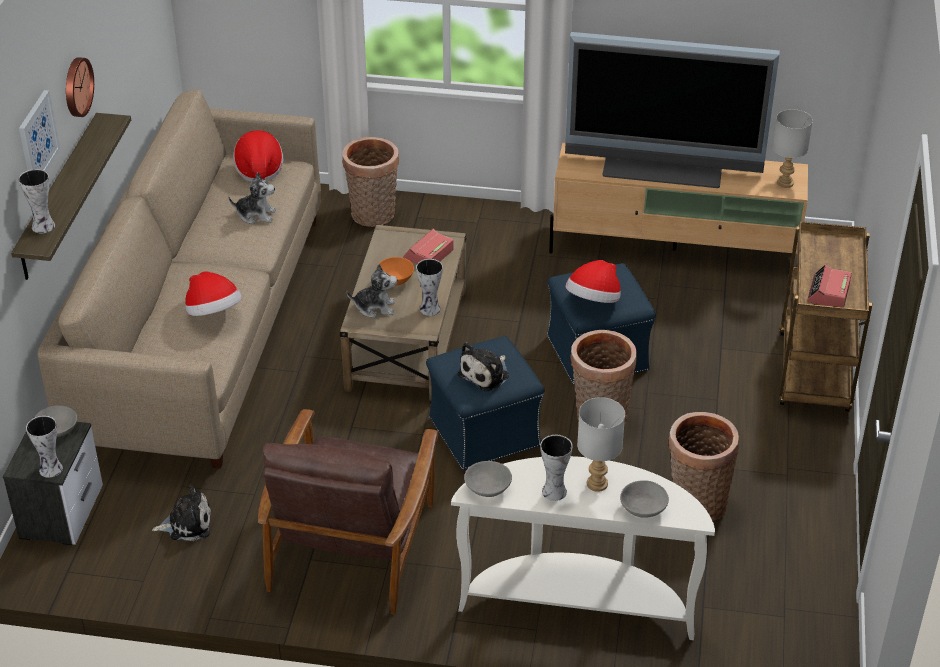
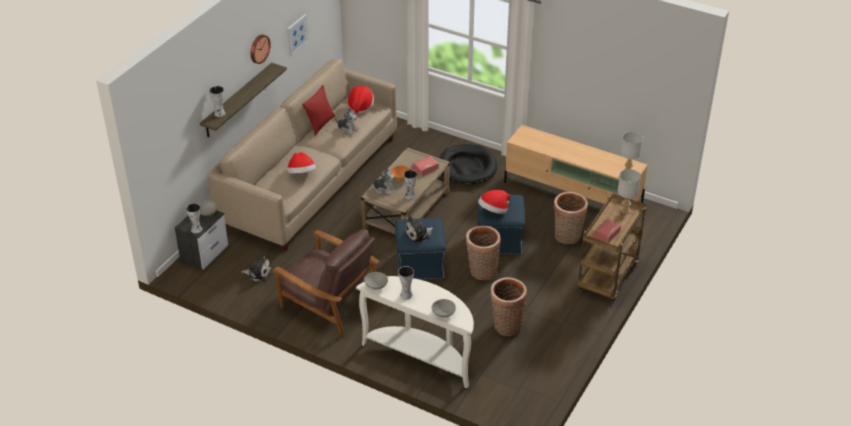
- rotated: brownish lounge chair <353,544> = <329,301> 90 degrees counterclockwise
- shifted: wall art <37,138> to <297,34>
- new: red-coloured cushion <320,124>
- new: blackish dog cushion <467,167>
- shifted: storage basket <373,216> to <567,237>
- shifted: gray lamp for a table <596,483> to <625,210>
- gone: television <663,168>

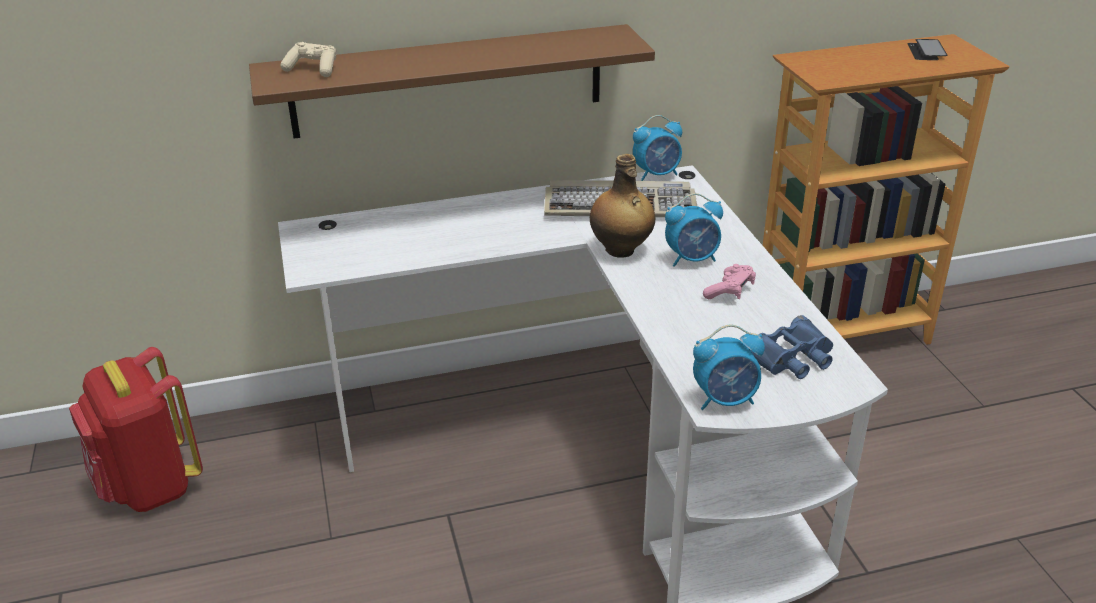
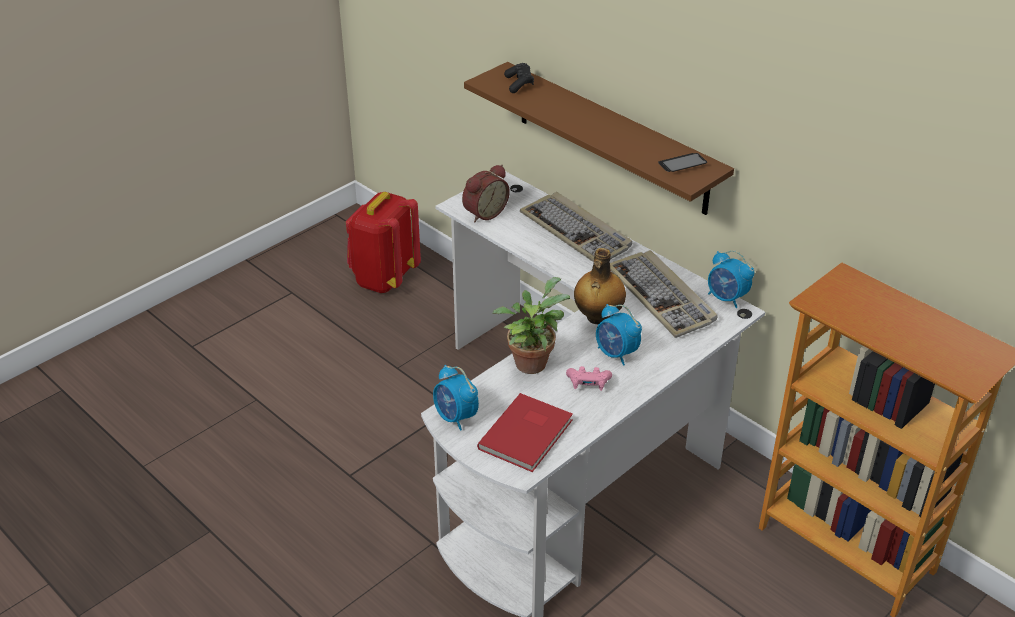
- new: table clock <484,213>
- swapped: blue field glasses <791,357> to red-coloured volume <528,434>
- new: potted plant <531,361>
- repainted: sand-coloured game controller <313,69> to blackish game controller <519,84>
- new: computer keyboard <577,232>
- shifted: telephone <926,51> to <682,164>

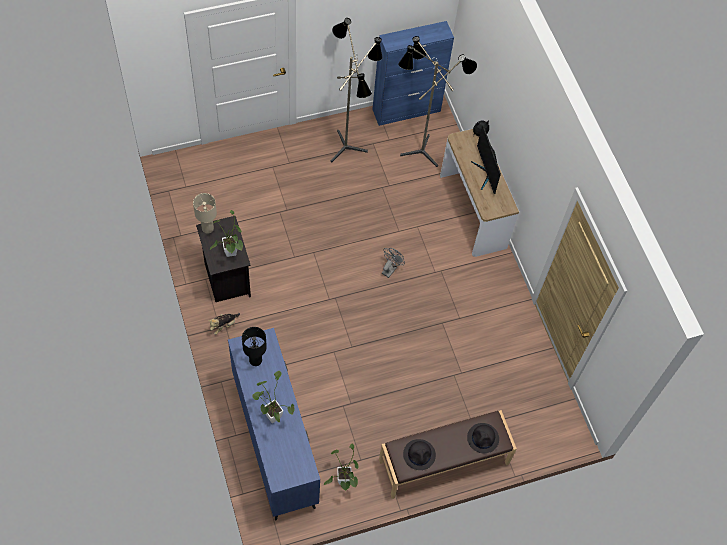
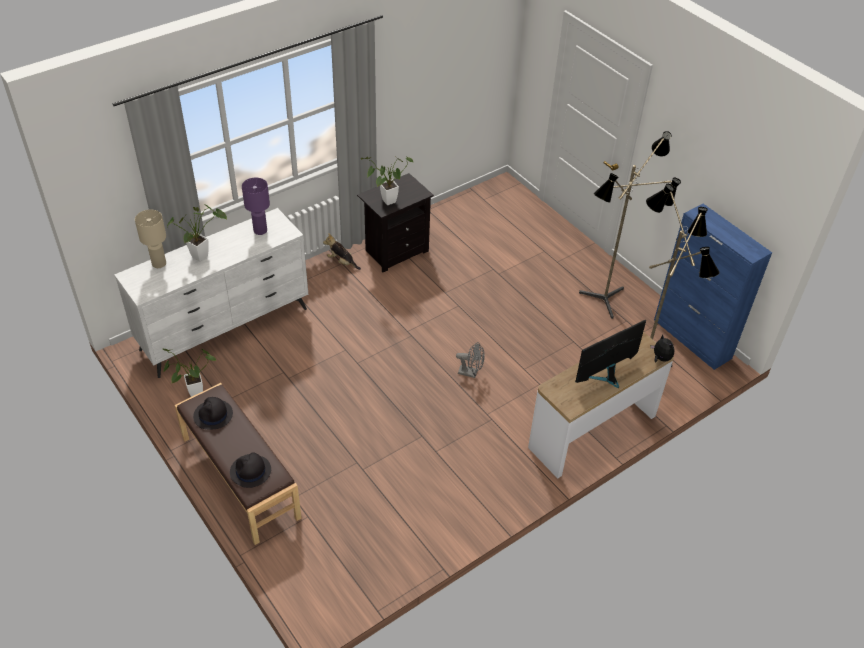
- repainted: blue chest of drawers <275,441> to white-coloured chest of drawers <225,329>
- shifted: sand-coloured lamp for a table <208,228> to <159,264>
- repainted: blackish lamp for a table <256,360> to purplish lamp for a table <260,231>

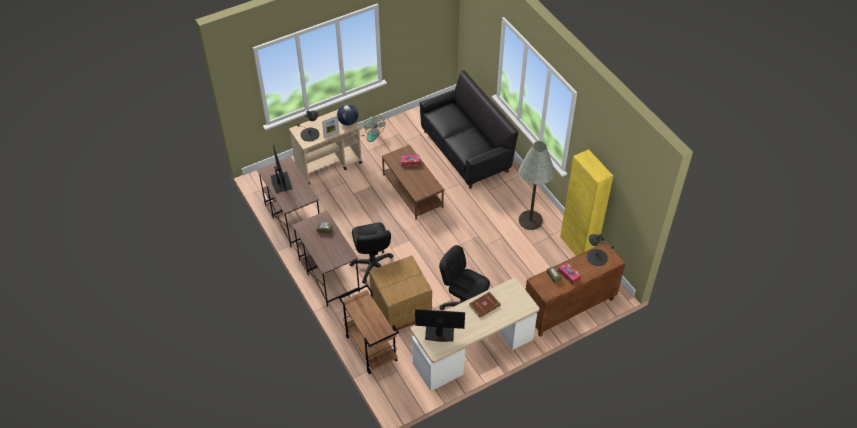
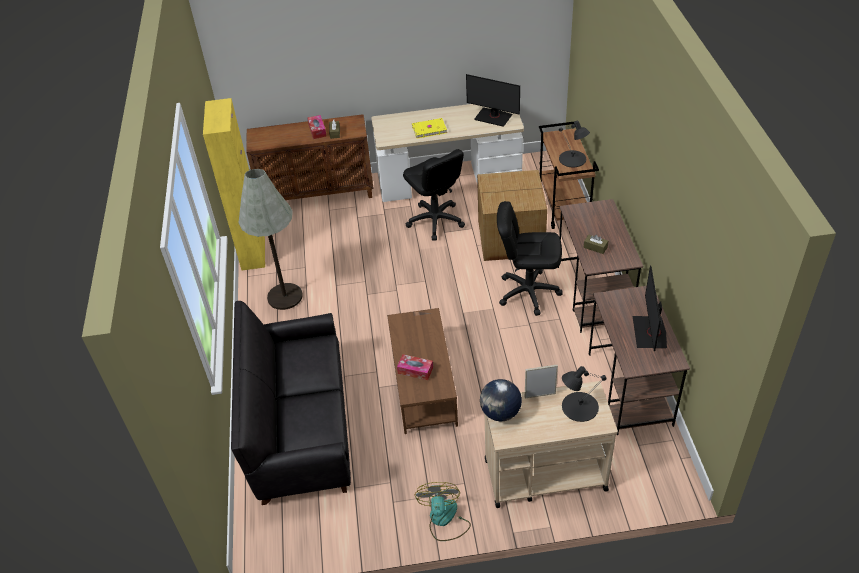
- repainted: brownish volume <485,306> to yellow volume <429,129>
- rotated: blackish office chair <372,266> = <528,292> 90 degrees counterclockwise
- shifted: blackish lamp for a table <596,257> to <572,159>

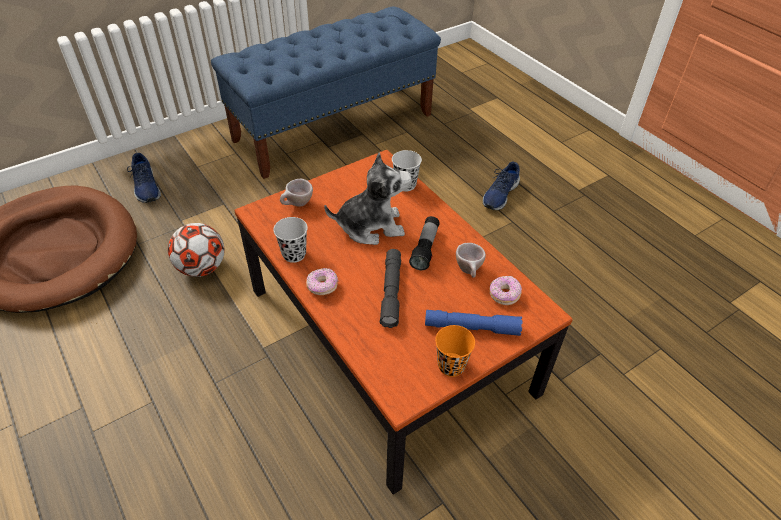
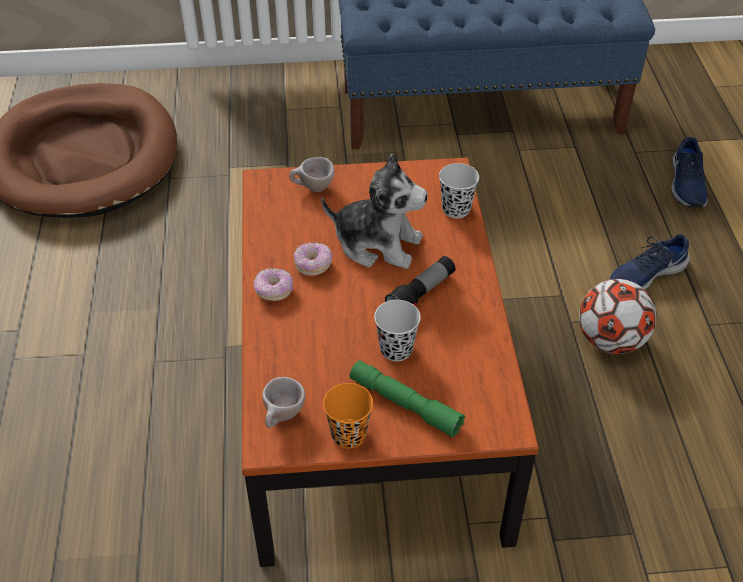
- shifted: sand-coloured small cup <469,271> to <282,418>
- shifted: doughnut <504,295> to <313,265>
- repainted: blue flashlight <471,327> to green-coloured flashlight <405,404>
- shifted: blackish small cup <294,254> to <396,349>
- shifted: football ball <202,268> to <611,340>
- shifted: blue low shoe <146,187> to <686,184>
- gone: gray flashlight <391,292>

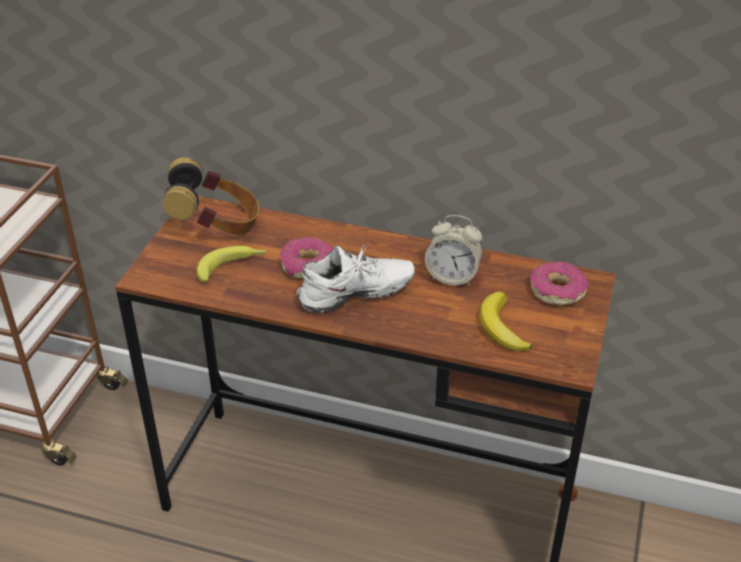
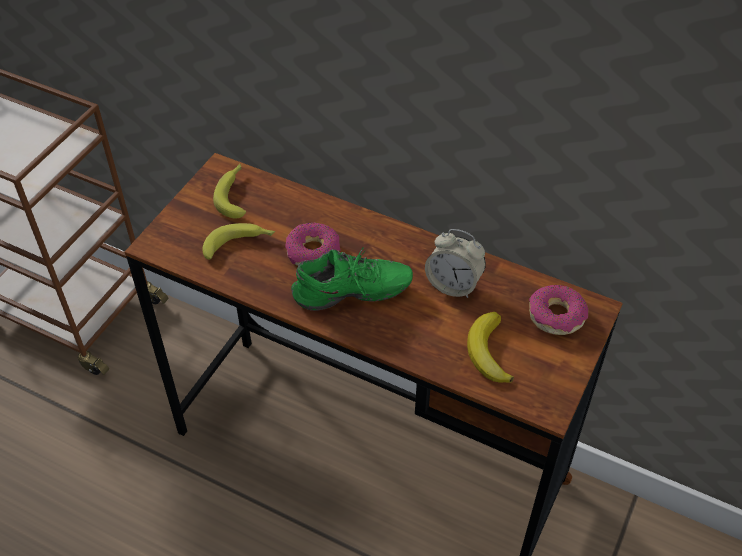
- swapped: pair of headphones <216,226> to banana <234,194>
- repainted: white-coloured low shoe <357,298> to green-coloured low shoe <352,297>

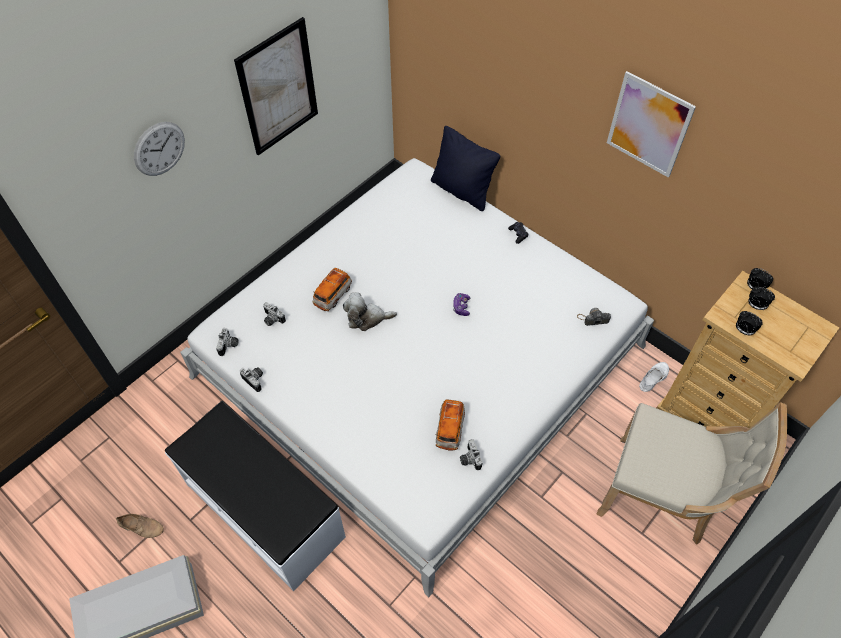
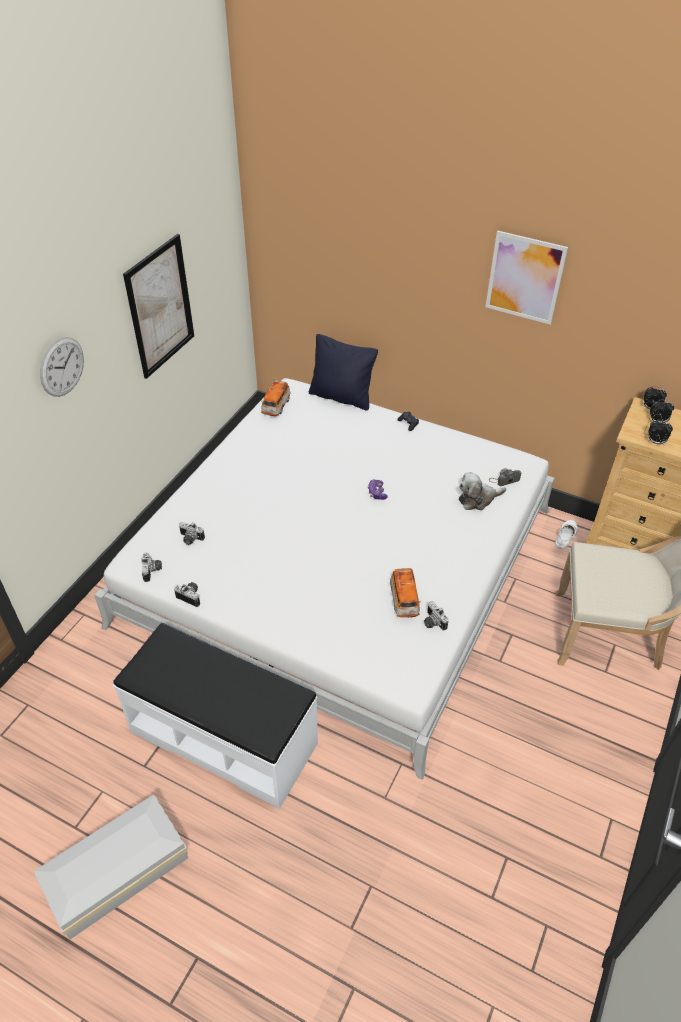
- shifted: model car <333,295> to <276,406>
- shifted: soft toy <367,318> to <478,499>
- gone: sand-coloured low shoe <142,526>

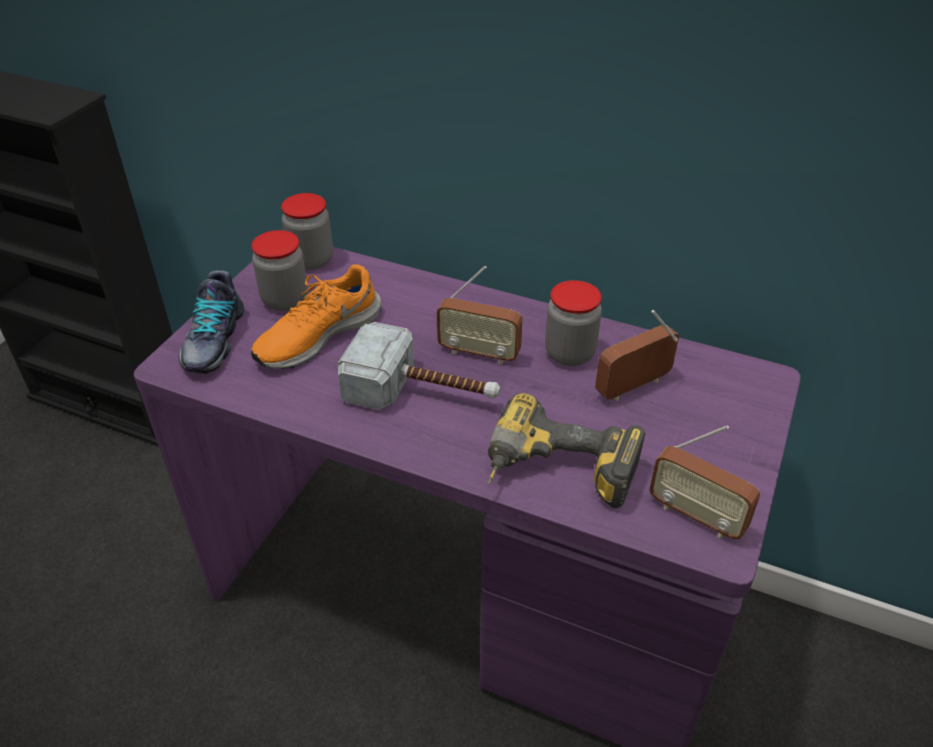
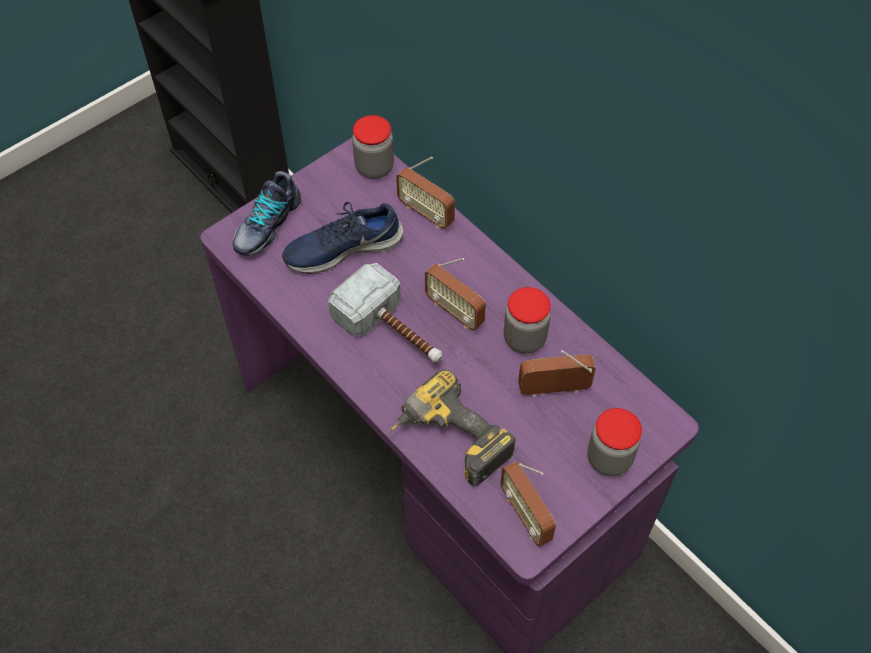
- repainted: orange low shoe <317,335> to blue low shoe <342,248>
- new: radio <426,213>
- shifted: jar <285,300> to <609,458>

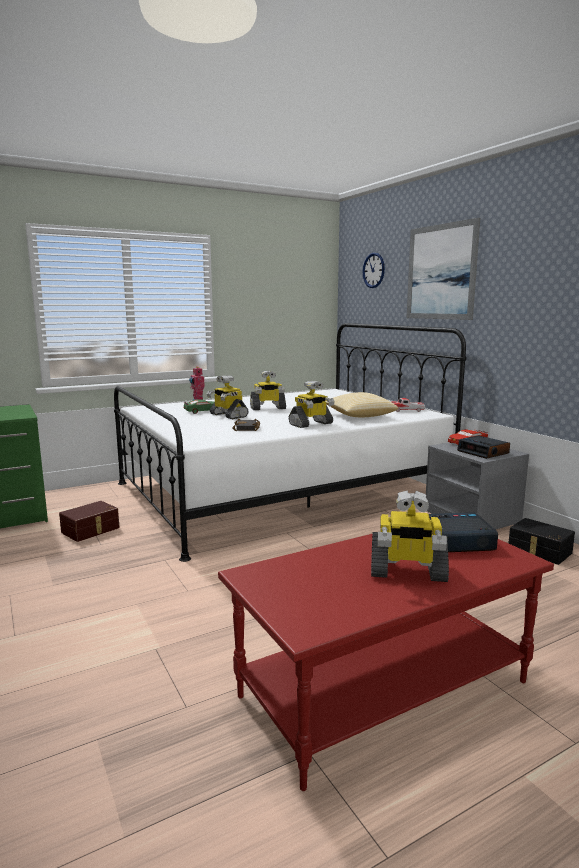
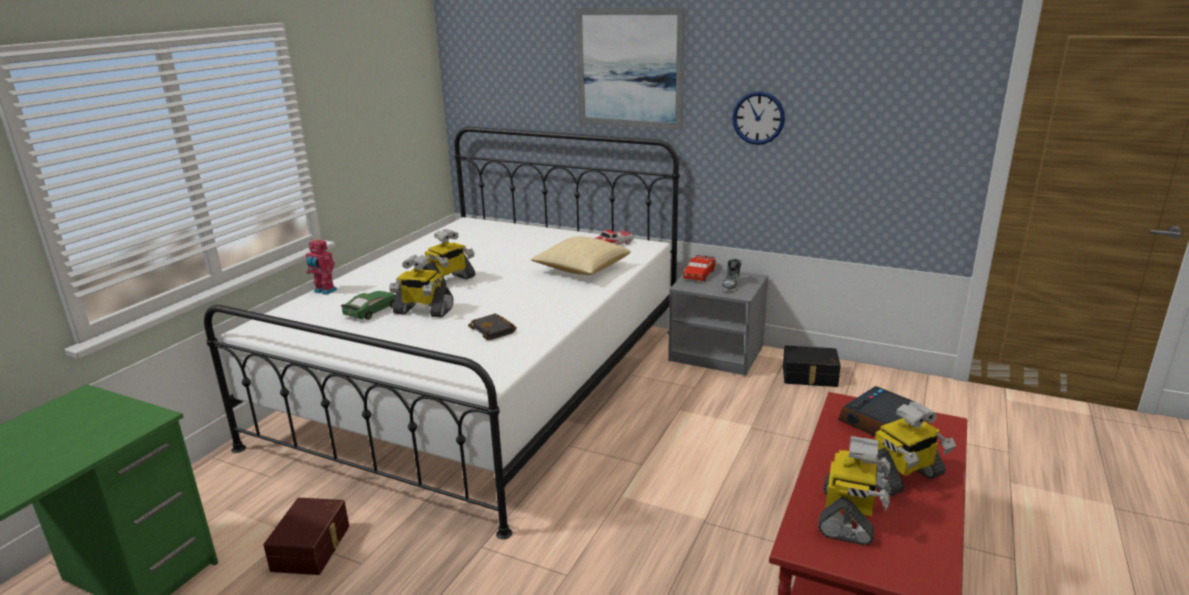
- swapped: table clock <483,452> to low shoe <731,285>
- shifted: wall clock <373,270> to <758,118>
- shifted: model robot <311,424> to <848,517>

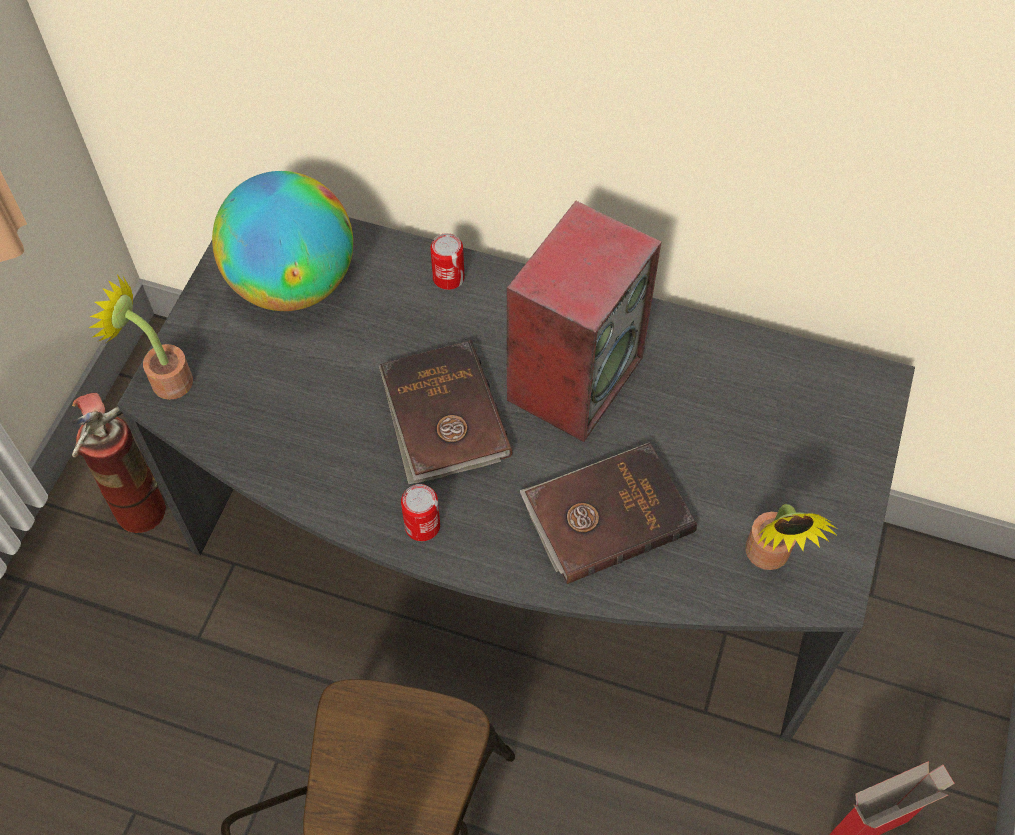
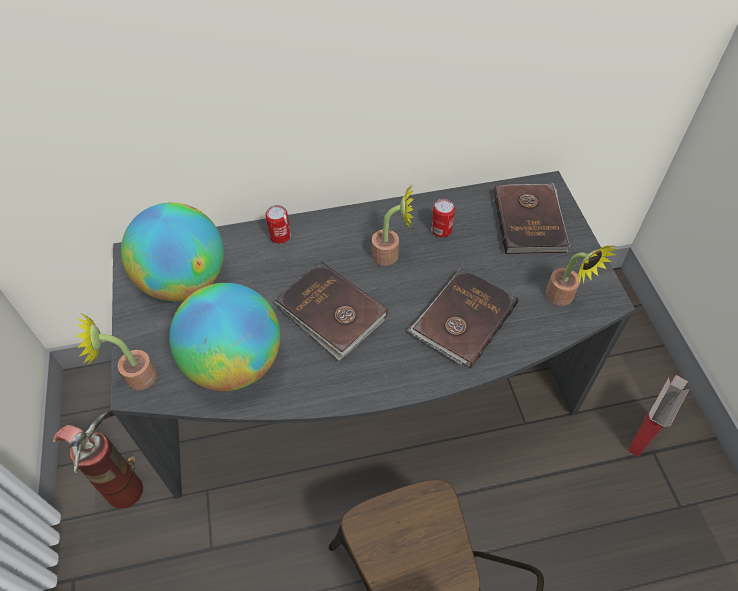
- new: desk globe <235,363>
- swapped: speaker <574,376> to potted plant <391,255>
- shifted: sealed can <422,526> to <441,230>
- new: brownish volume <530,221>

